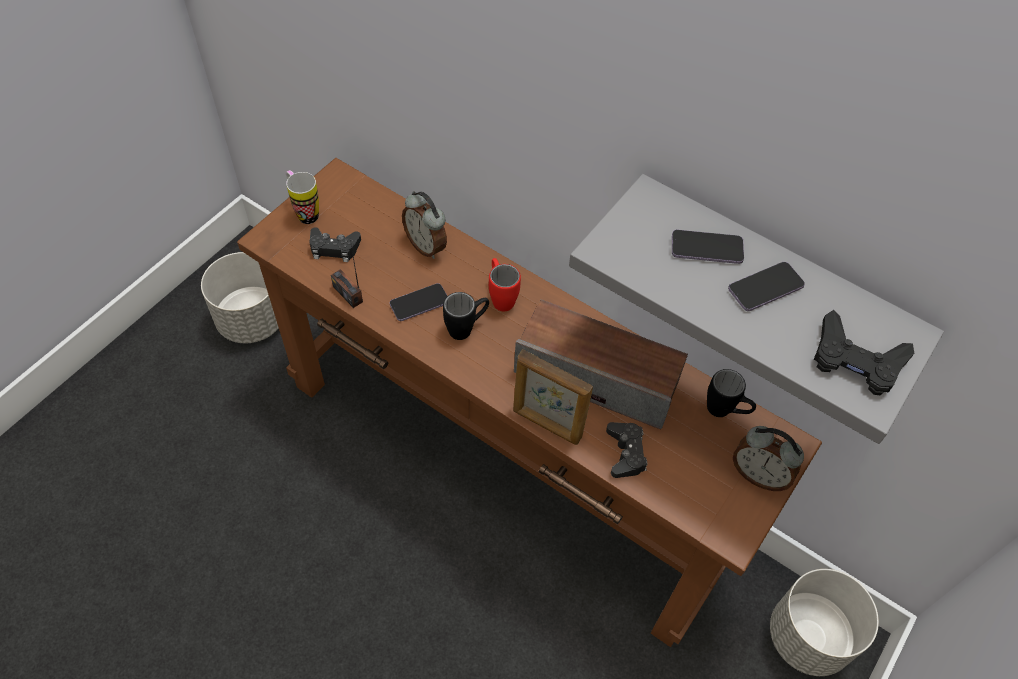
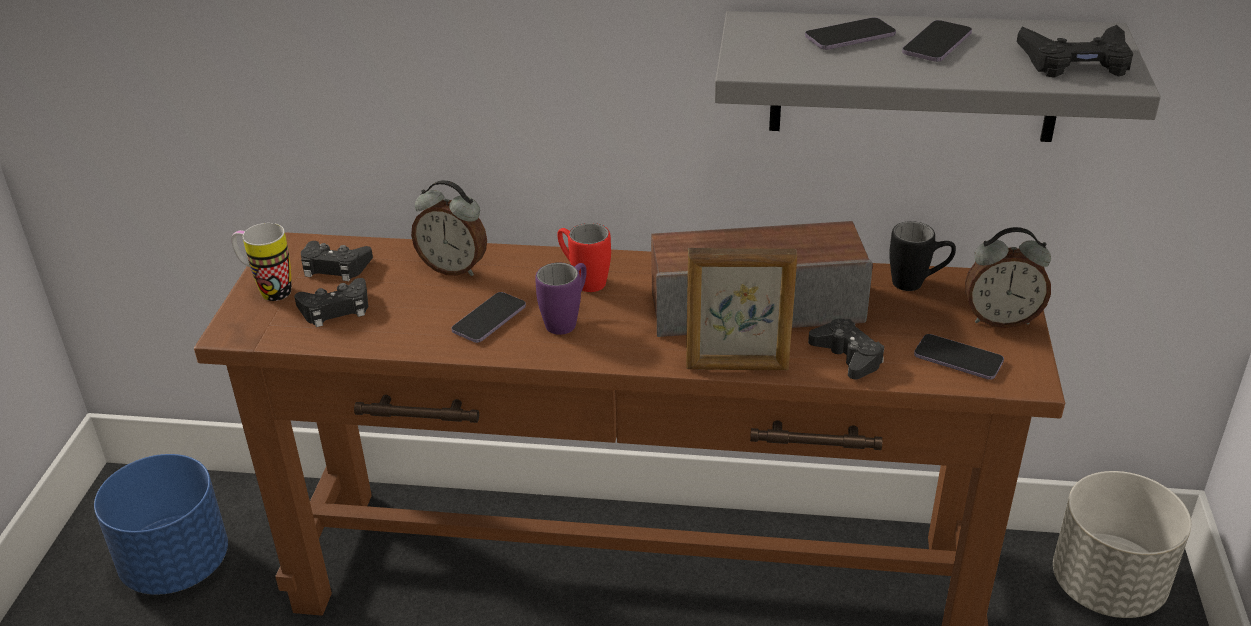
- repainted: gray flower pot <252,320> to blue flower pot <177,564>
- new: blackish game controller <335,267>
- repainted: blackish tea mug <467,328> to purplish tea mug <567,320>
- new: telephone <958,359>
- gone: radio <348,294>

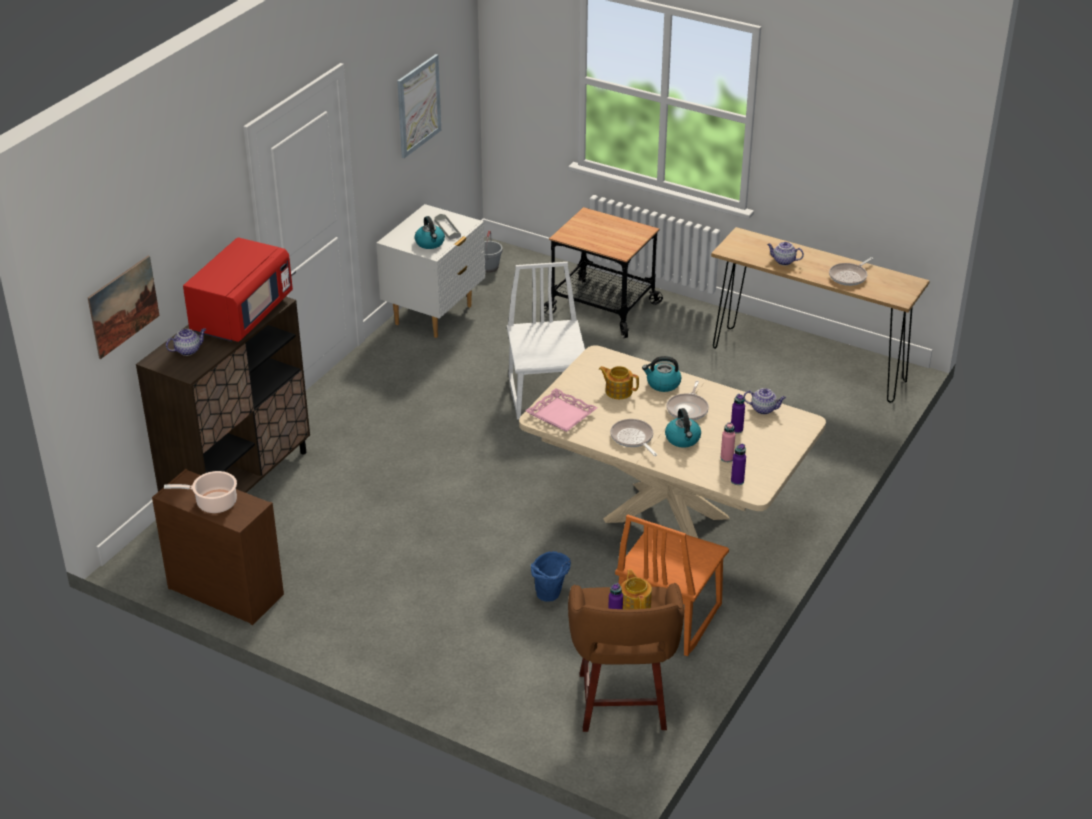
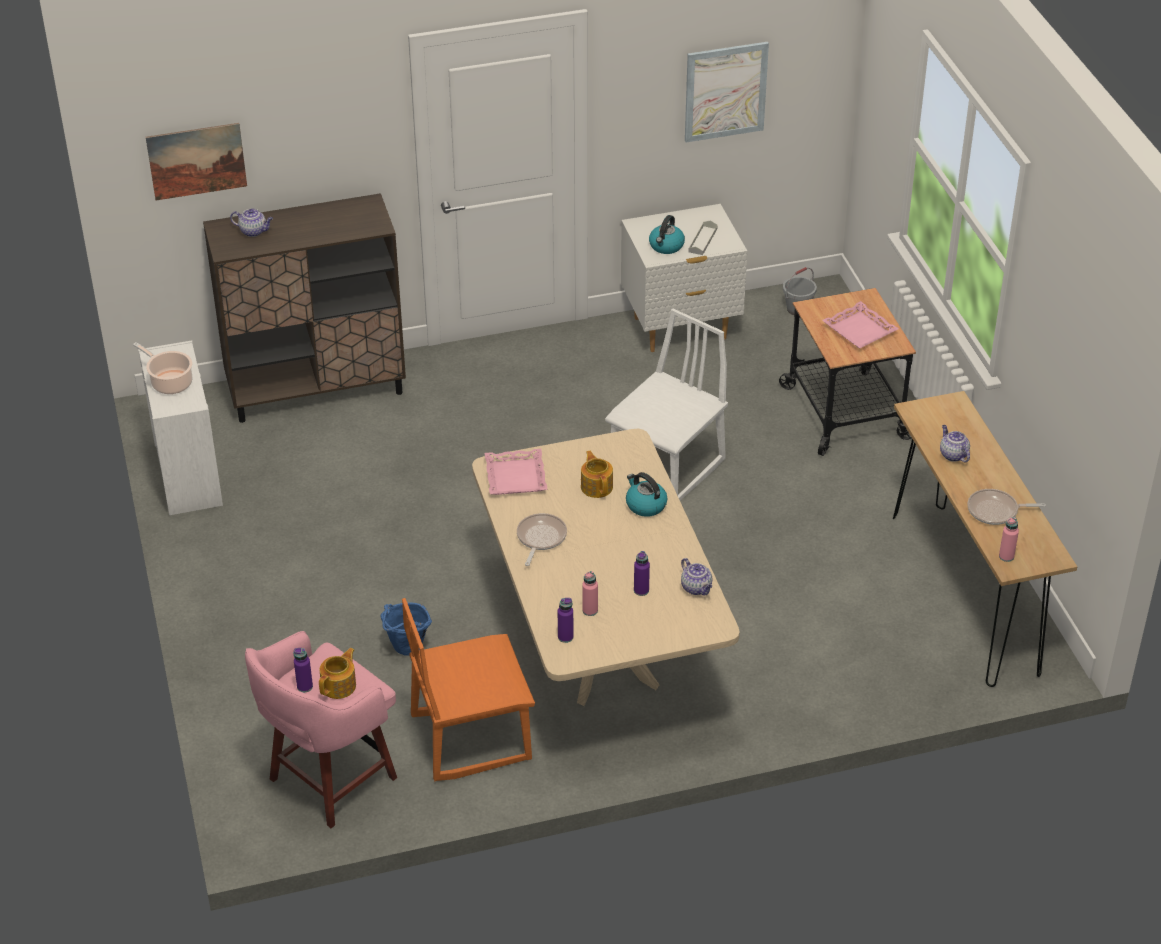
- repainted: brownish chest of drawers <224,591> to white-coloured chest of drawers <187,473>
- repainted: brownish stool <622,704> to pink-coloured stool <329,781>
- new: pink-coloured tray <860,330>
- new: pink-coloured beverage bottle <1006,556>
- gone: red-coloured microwave <241,315>
- gone: tea kettle <683,439>
- gone: pan <688,409>

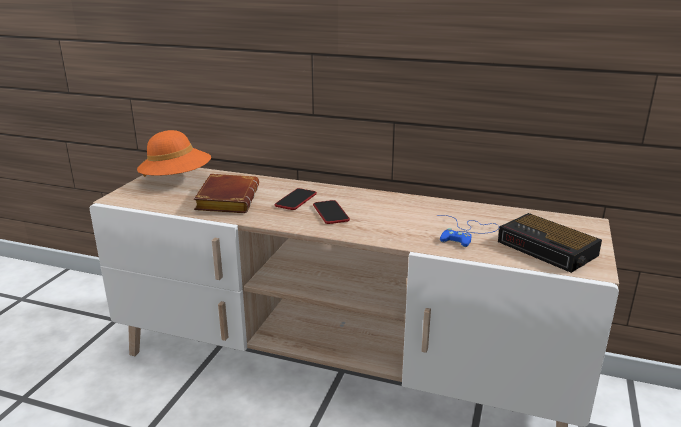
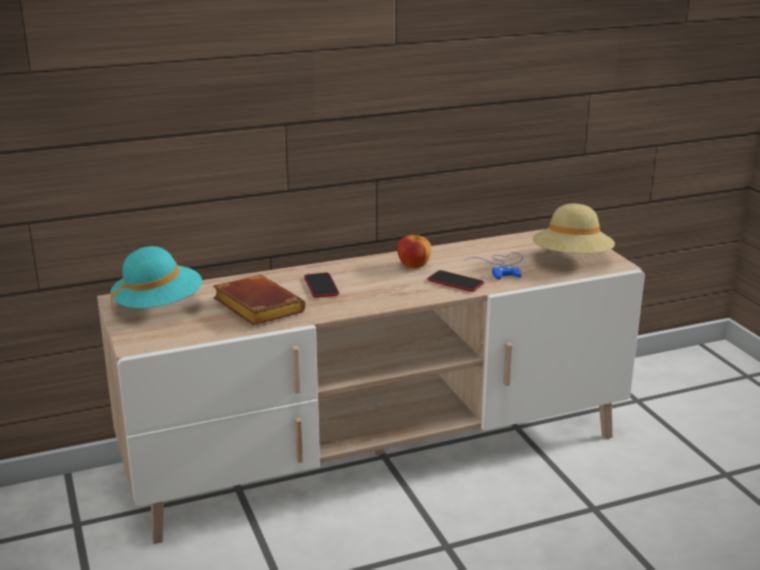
- repainted: orange hat <177,180> to turquoise-coloured hat <158,307>
- new: apple fruit <414,265>
- shifted: telephone <330,213> to <455,282>
- swapped: table clock <549,249> to sand-coloured hat <572,260>

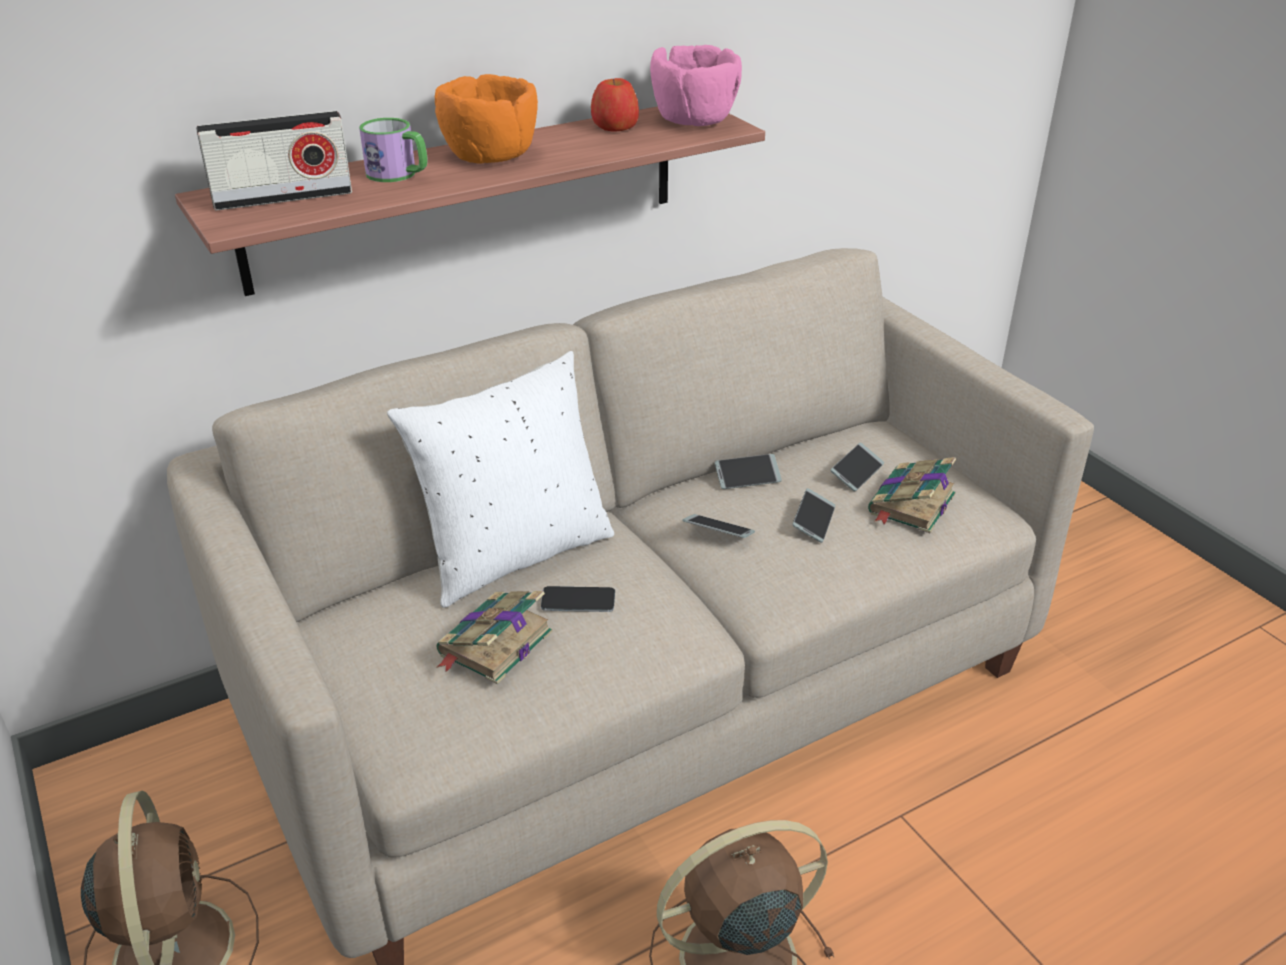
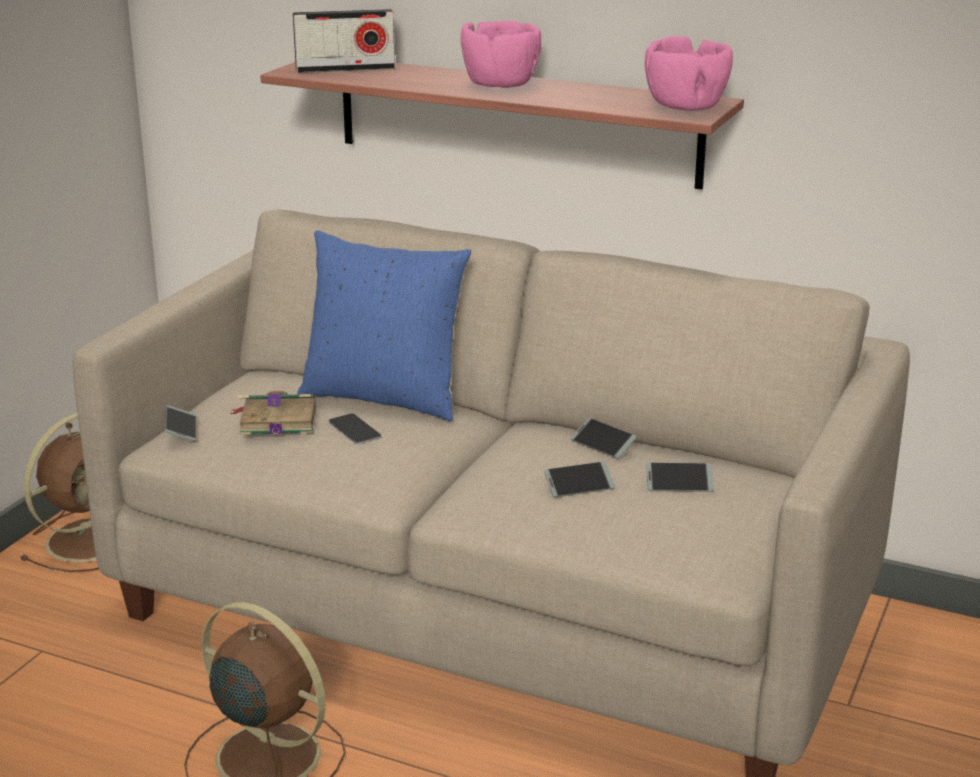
- shifted: telephone <718,532> to <181,429>
- rotated: radio <283,198> = <345,69> 45 degrees counterclockwise
- repainted: white-coloured cushion <514,554> to blue cushion <385,397>
- repainted: orange bowl <492,156> to pink-coloured bowl <501,85>
- gone: tea mug <398,175>
- gone: apple fruit <615,126>
- gone: volume <911,505>

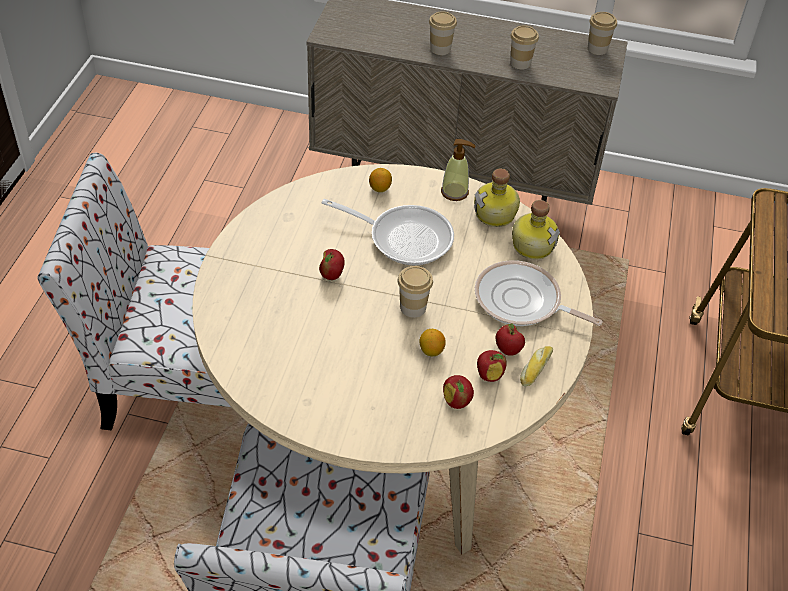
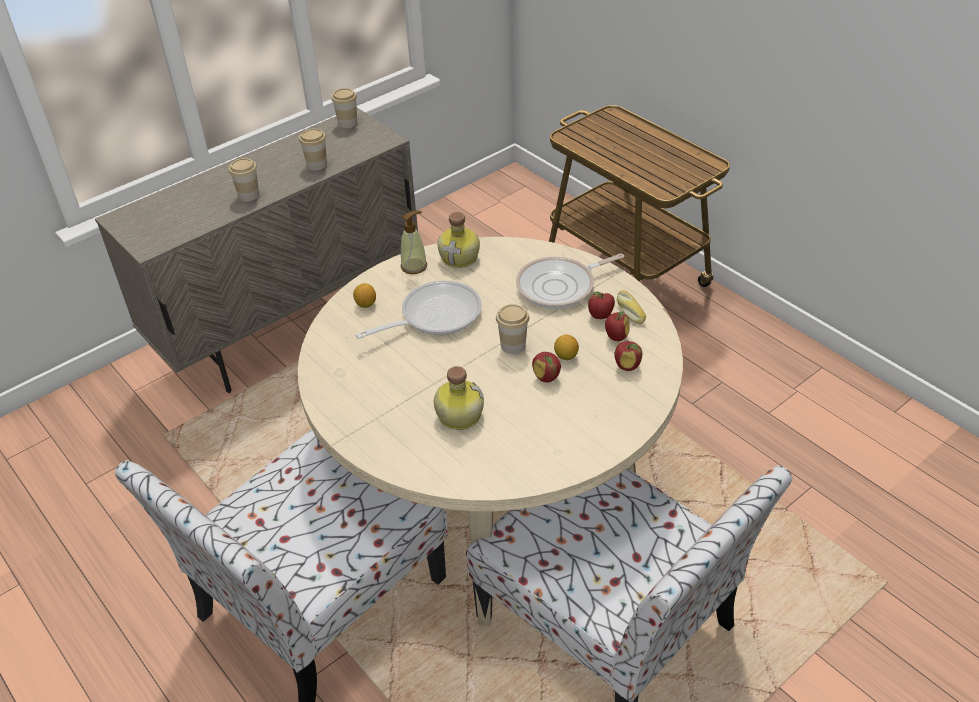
- shifted: beverage bottle <532,245> to <458,414>
- shifted: apple fruit <332,275> to <546,377>

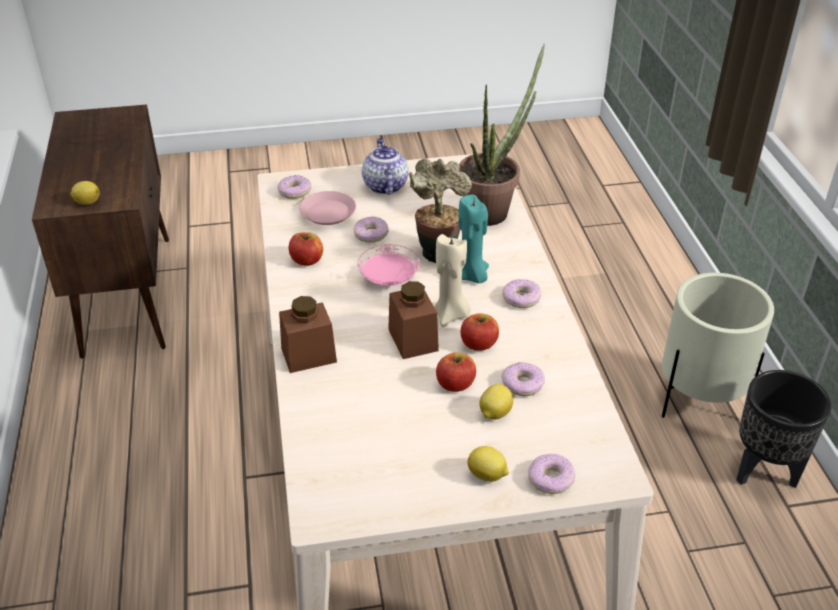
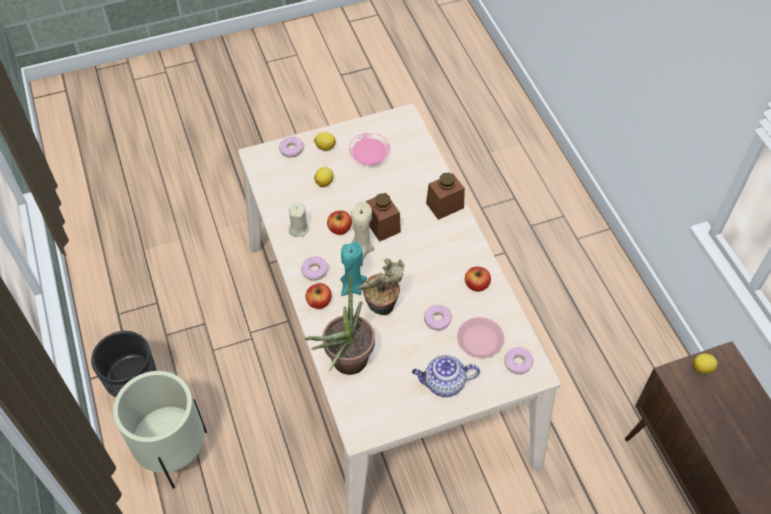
- new: sand-coloured wax candle <298,228>
- shifted: apple fruit <455,384> to <319,302>
- shifted: pink-coloured plate <389,279> to <369,157>
- rotated: teapot <384,185> = <443,384> 105 degrees clockwise
- gone: doughnut <522,384>

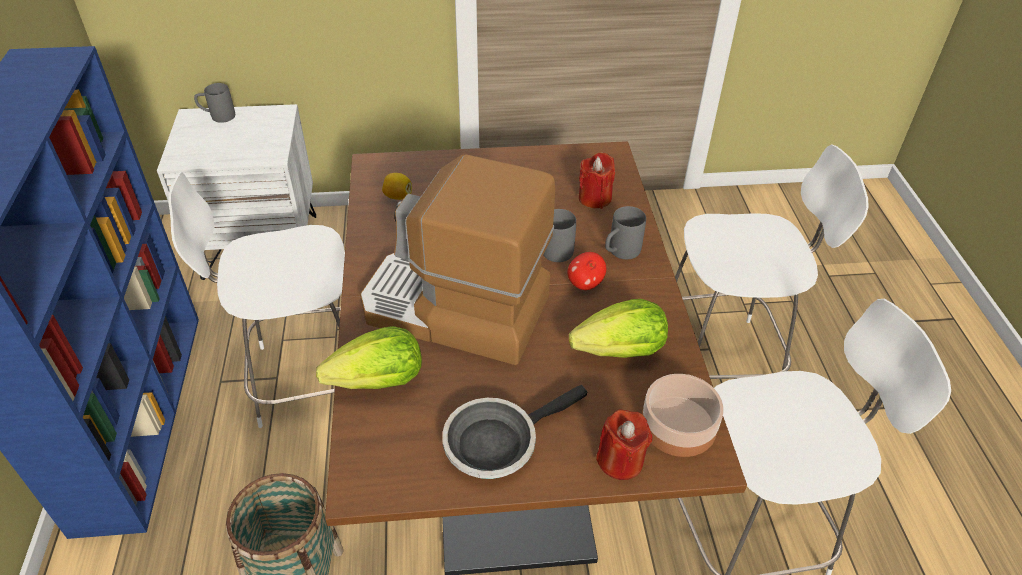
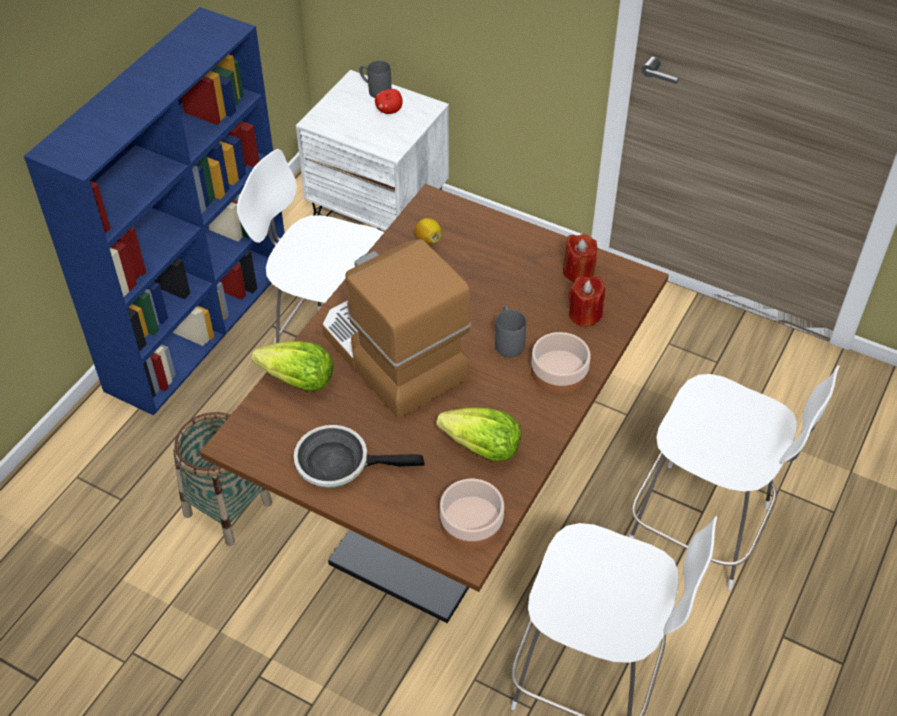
- shifted: apple fruit <585,284> to <389,111>
- swapped: gray tea mug <619,252> to bowl <558,372>
- shifted: red-coloured wax candle <620,460> to <578,271>

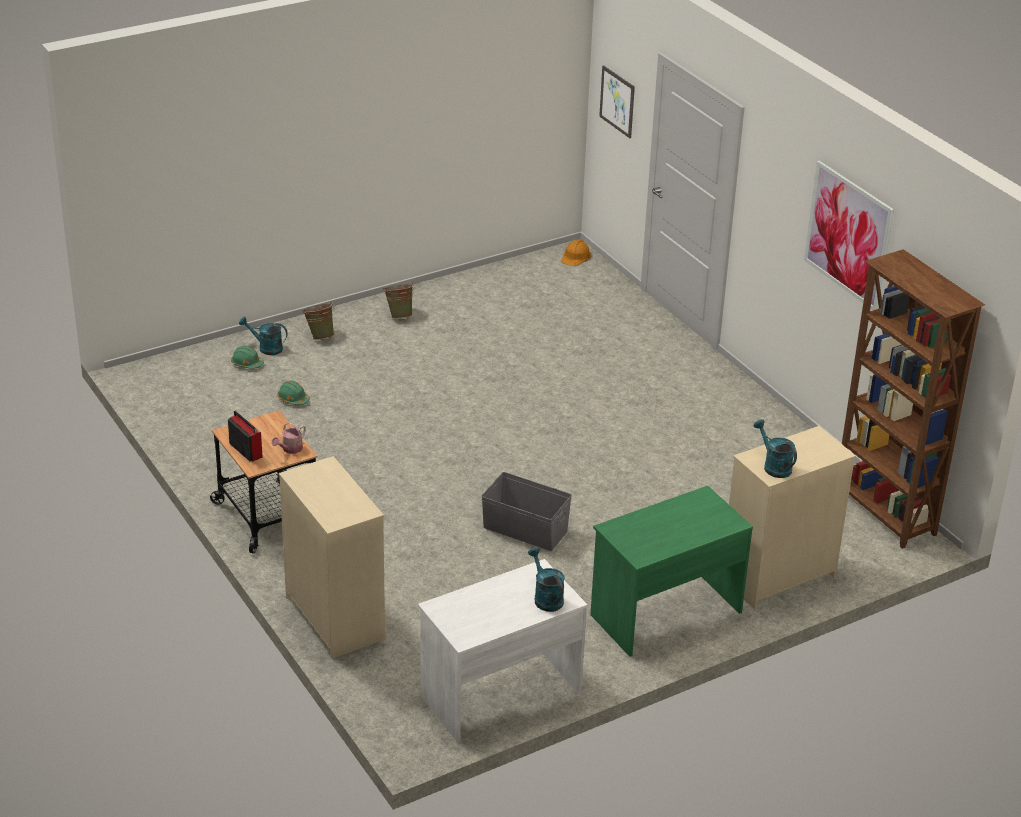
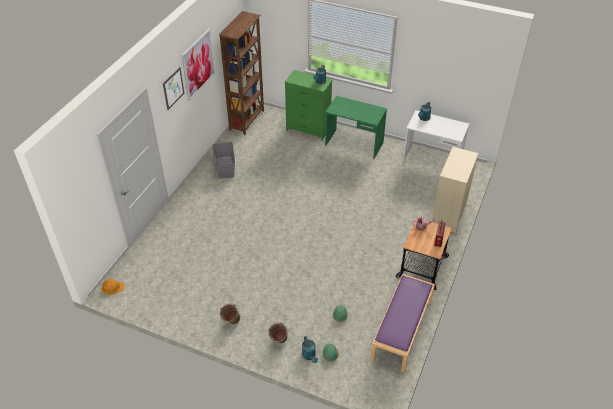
- shifted: wall art <617,101> to <173,88>
- shifted: gray storage box <525,529> to <225,167>
- repainted: sand-coloured chest of drawers <777,577> to green-coloured chest of drawers <308,129>
- new: purplish long seat <402,330>

